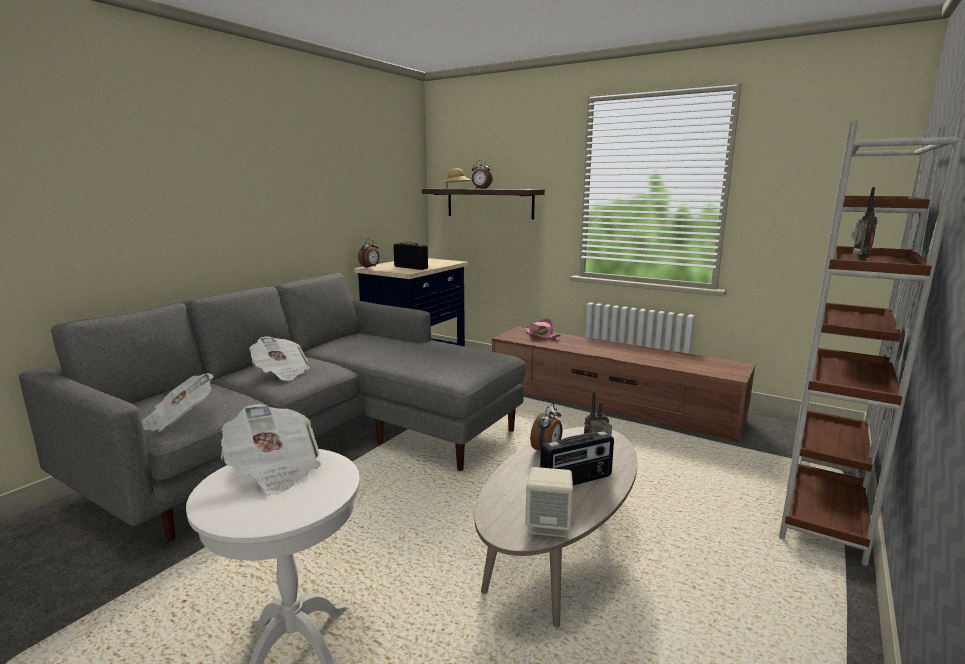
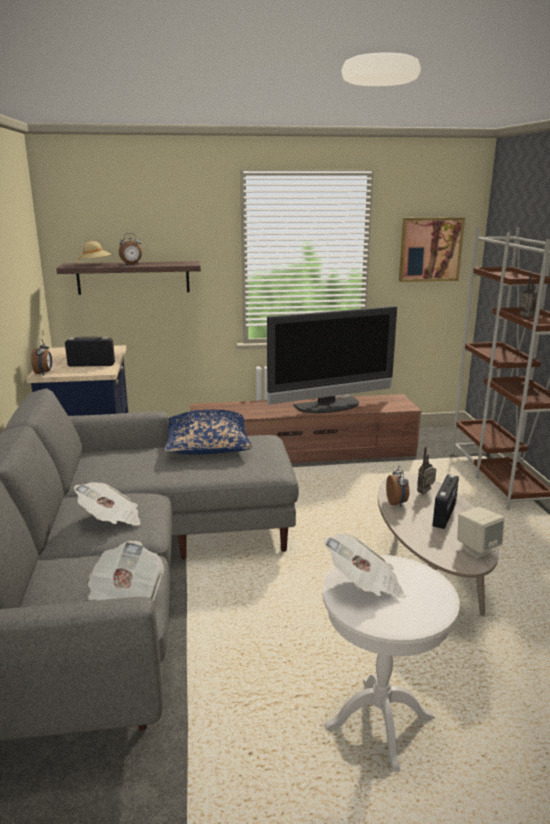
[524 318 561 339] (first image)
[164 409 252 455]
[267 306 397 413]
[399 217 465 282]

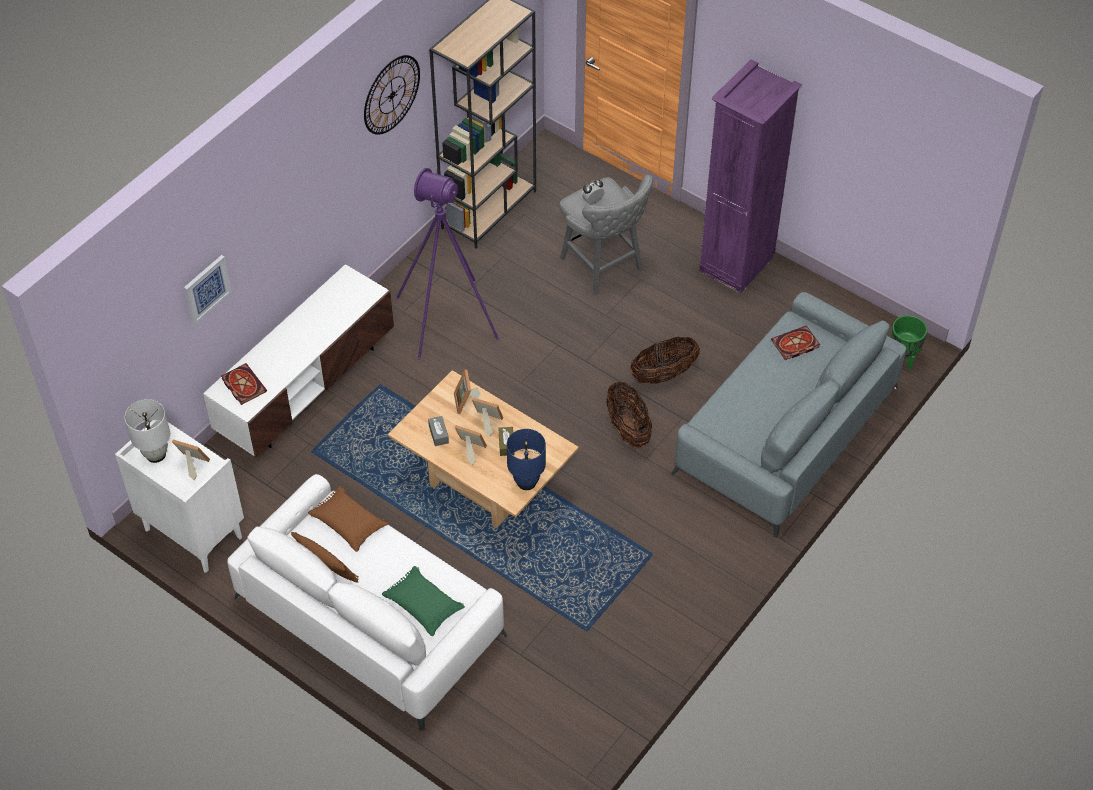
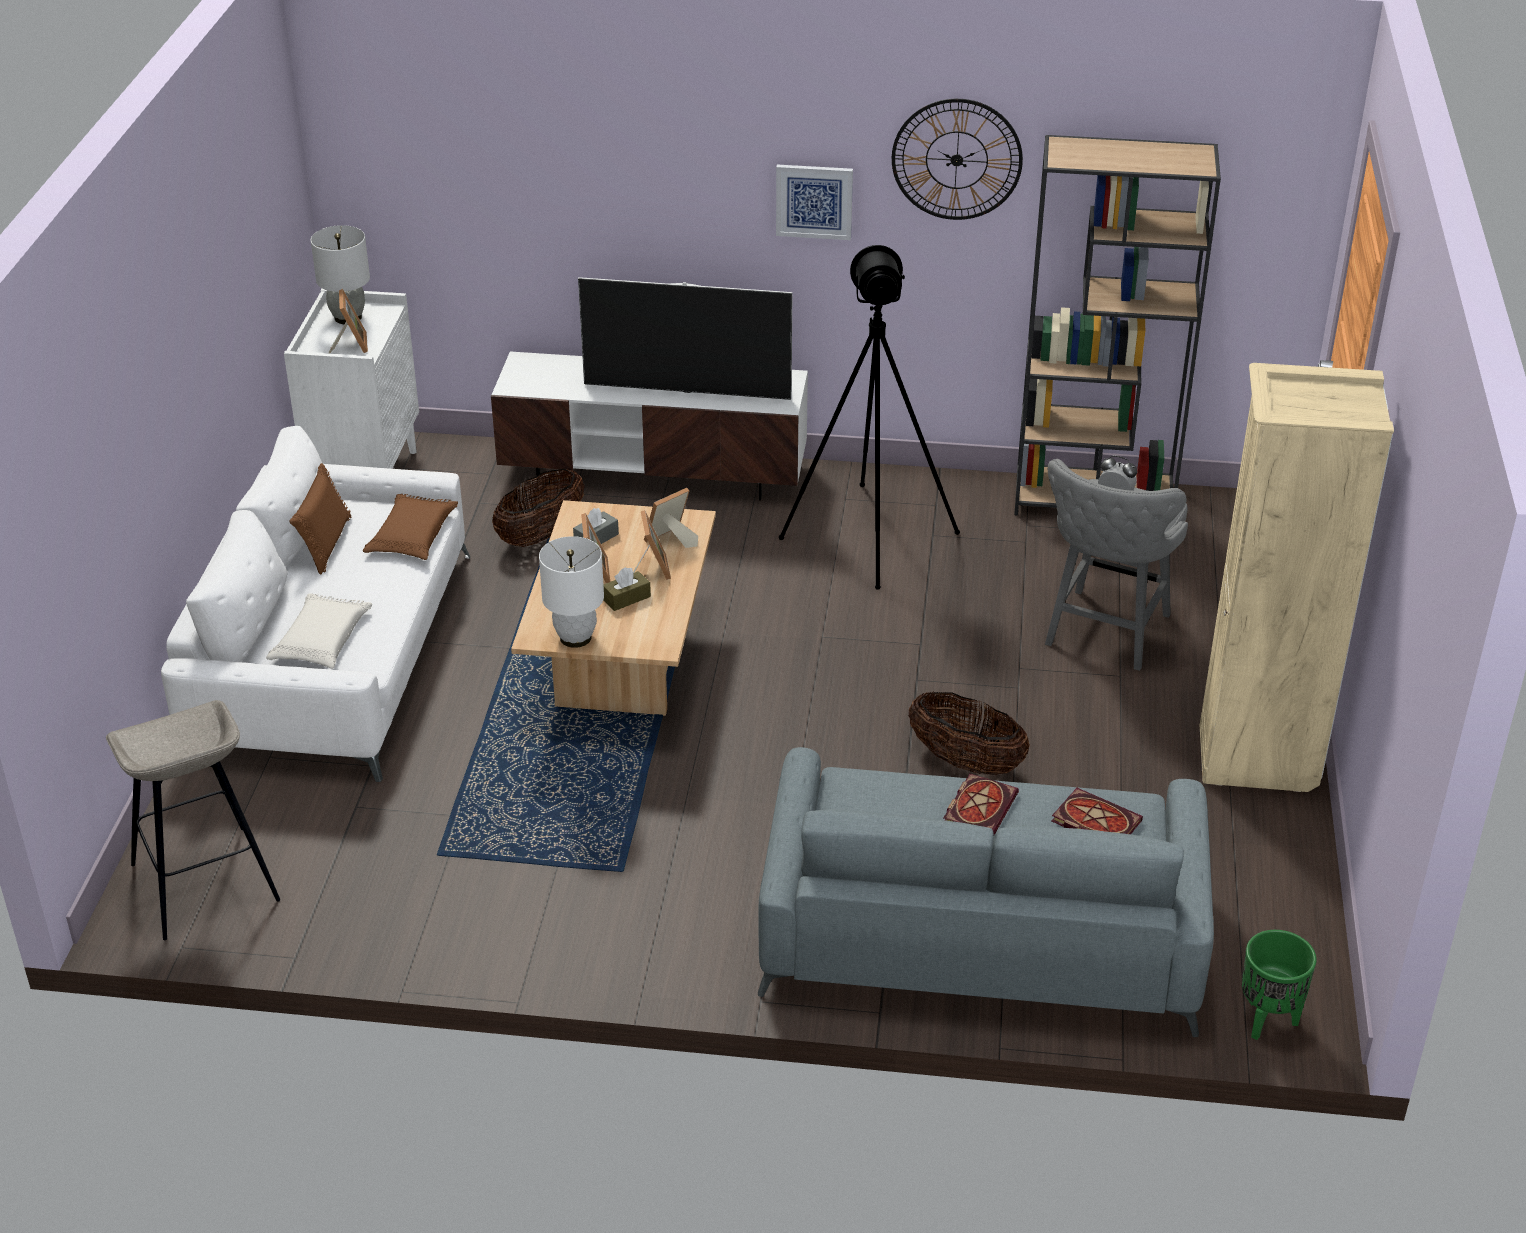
[106 700 280 940]
[578 277 792 400]
[776 165 853 240]
[944 774 1019 835]
[492 468 585 547]
[266 593 372 669]
[779 245 960 590]
[539 536 604 648]
[1200 363 1394 792]

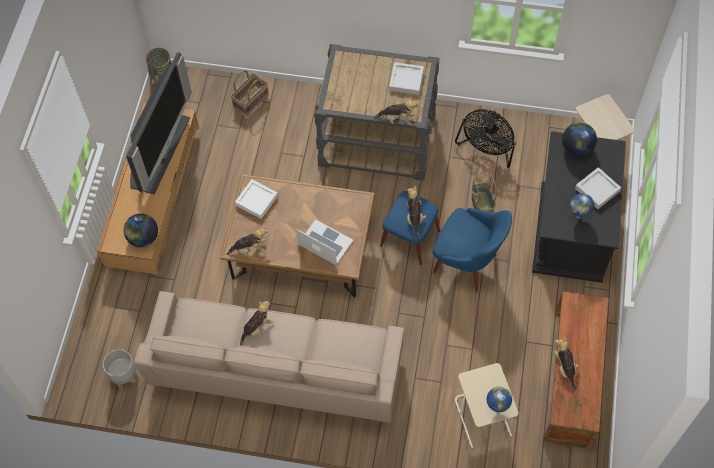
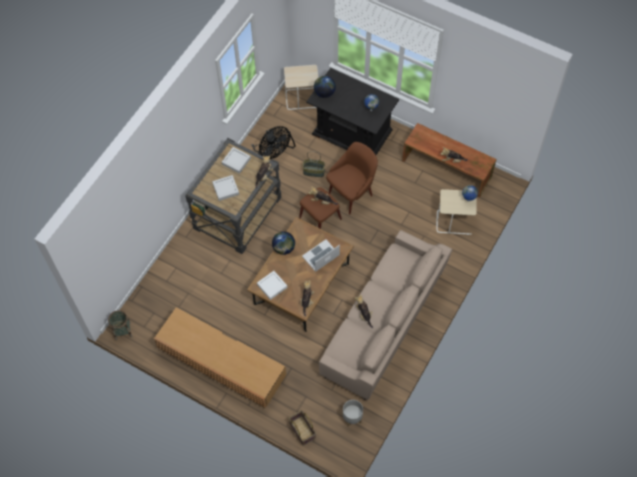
[126 52 192 195] (first image)
[272 231 295 255]
[288 410 316 446]
[212 175 239 201]
[299 142 378 229]

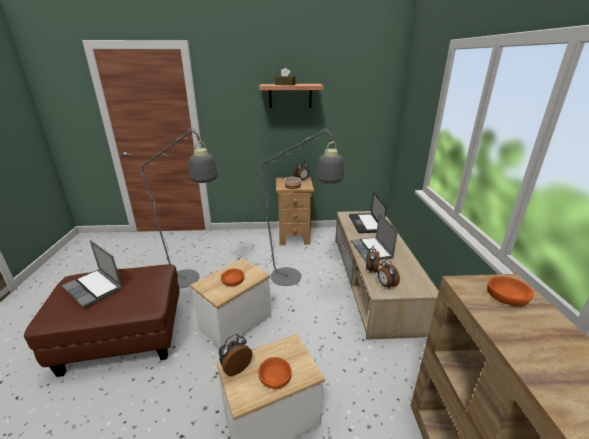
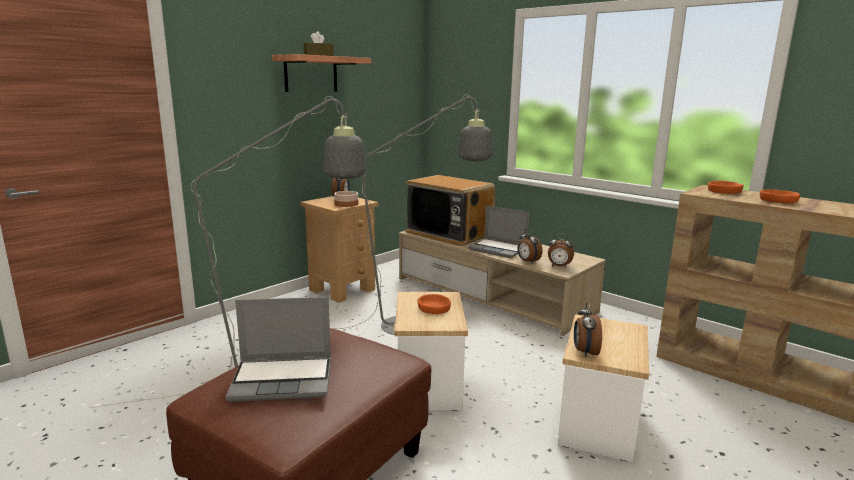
[760 190 800 203]
[405 175 495 246]

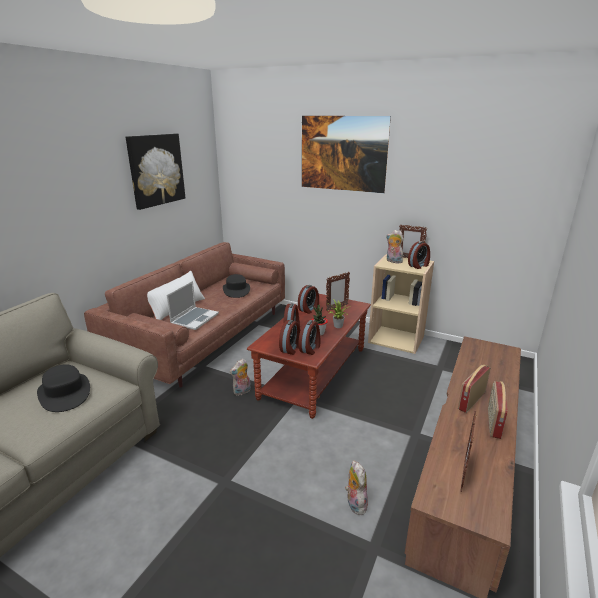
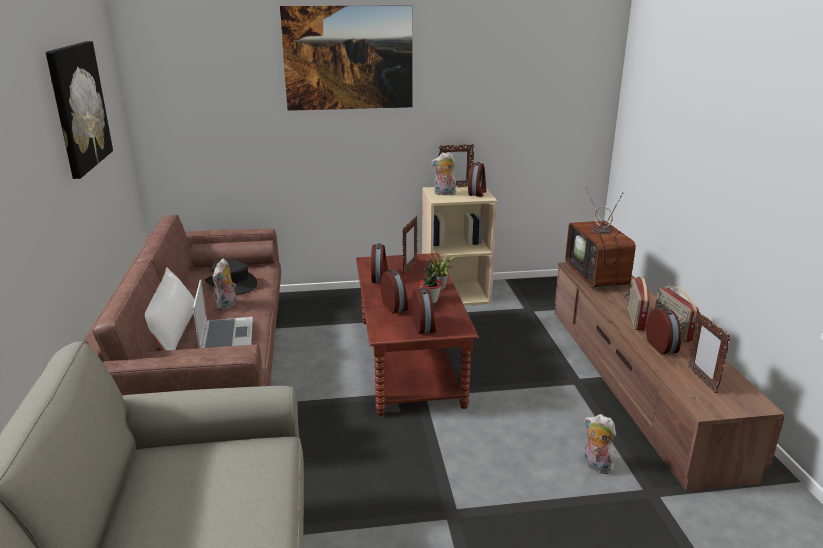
[37 364 90 412] (first image)
[565 188 636 297]
[212 258 237 310]
[646 307 681 354]

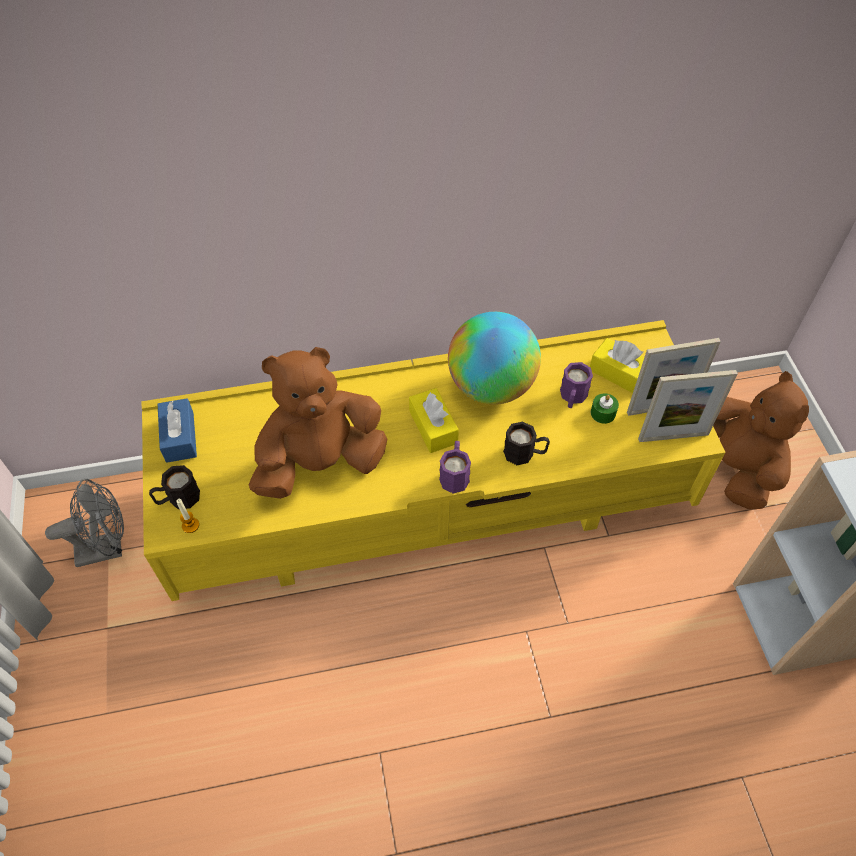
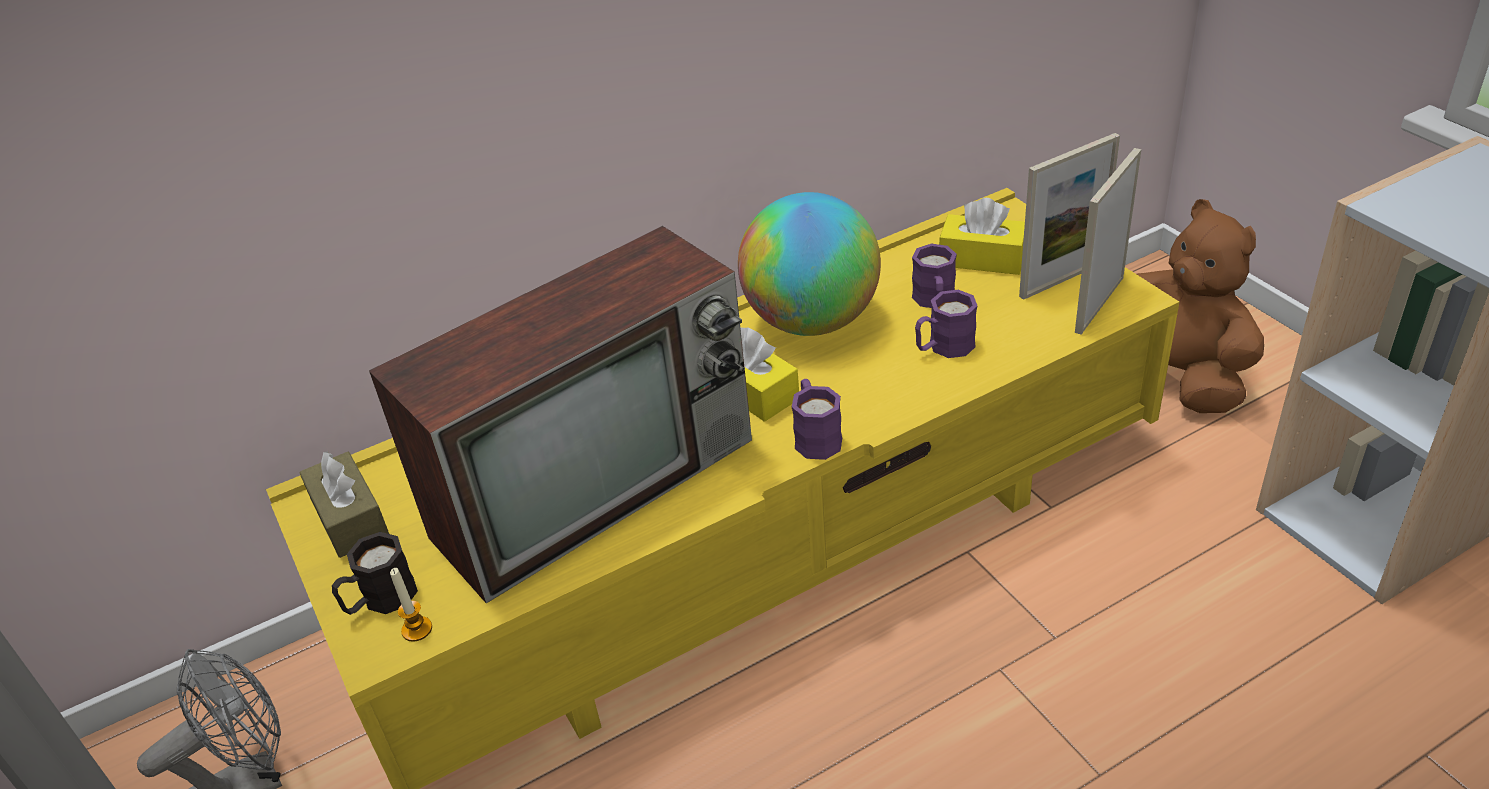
[503 422 550 465] (first image)
[591 393 619 424] (first image)
[915 290 977 358]
[369 226 752 604]
[299 451 389 558]
[1075 148 1142 335]

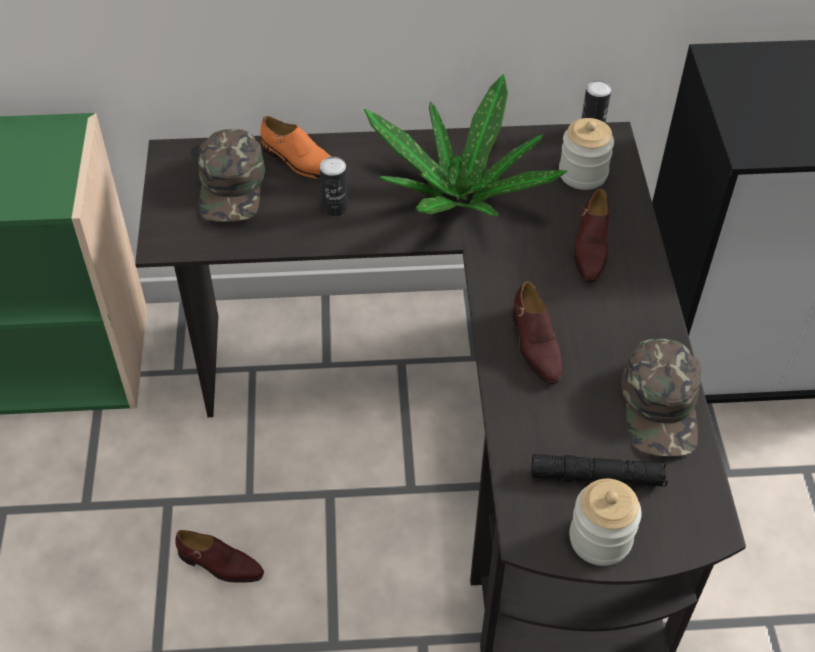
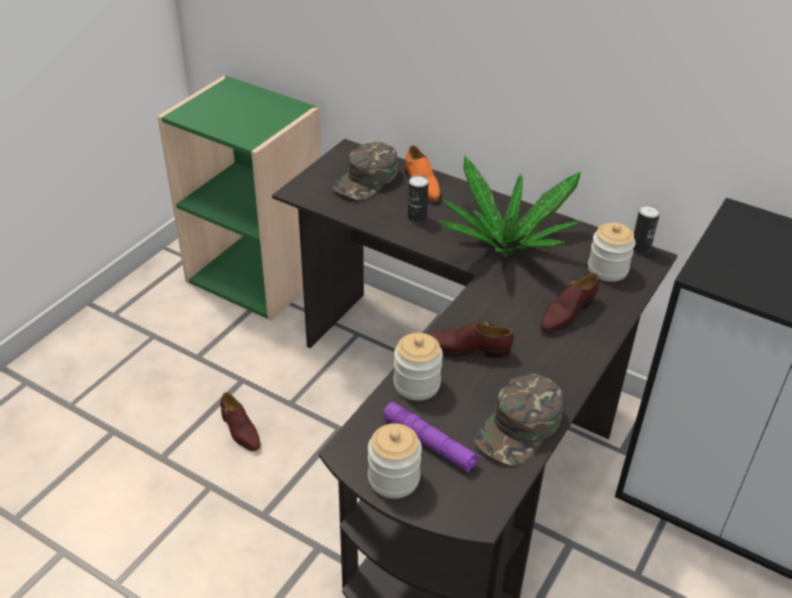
[394 333 443 401]
[383 402 481 473]
[431 322 514 358]

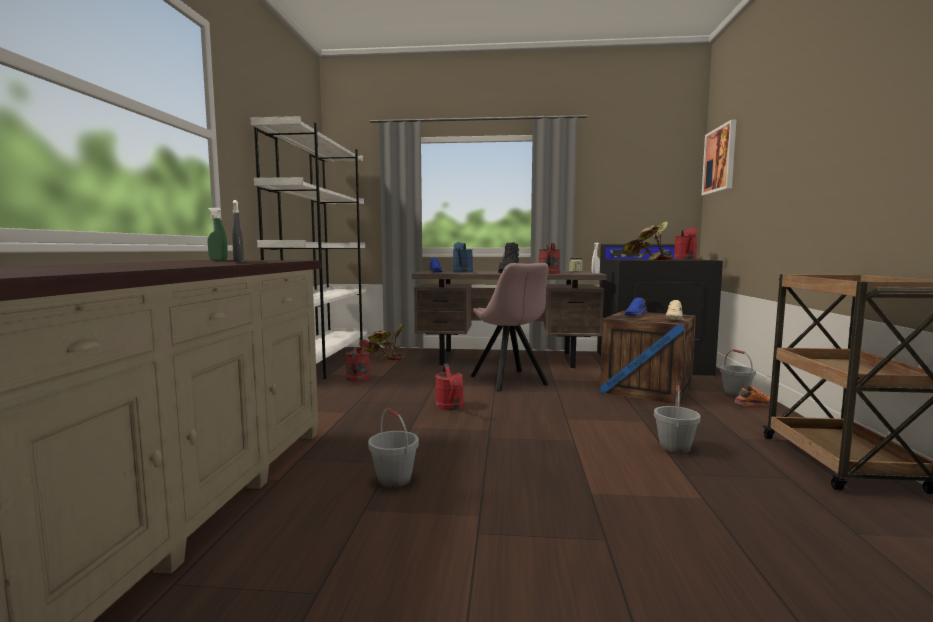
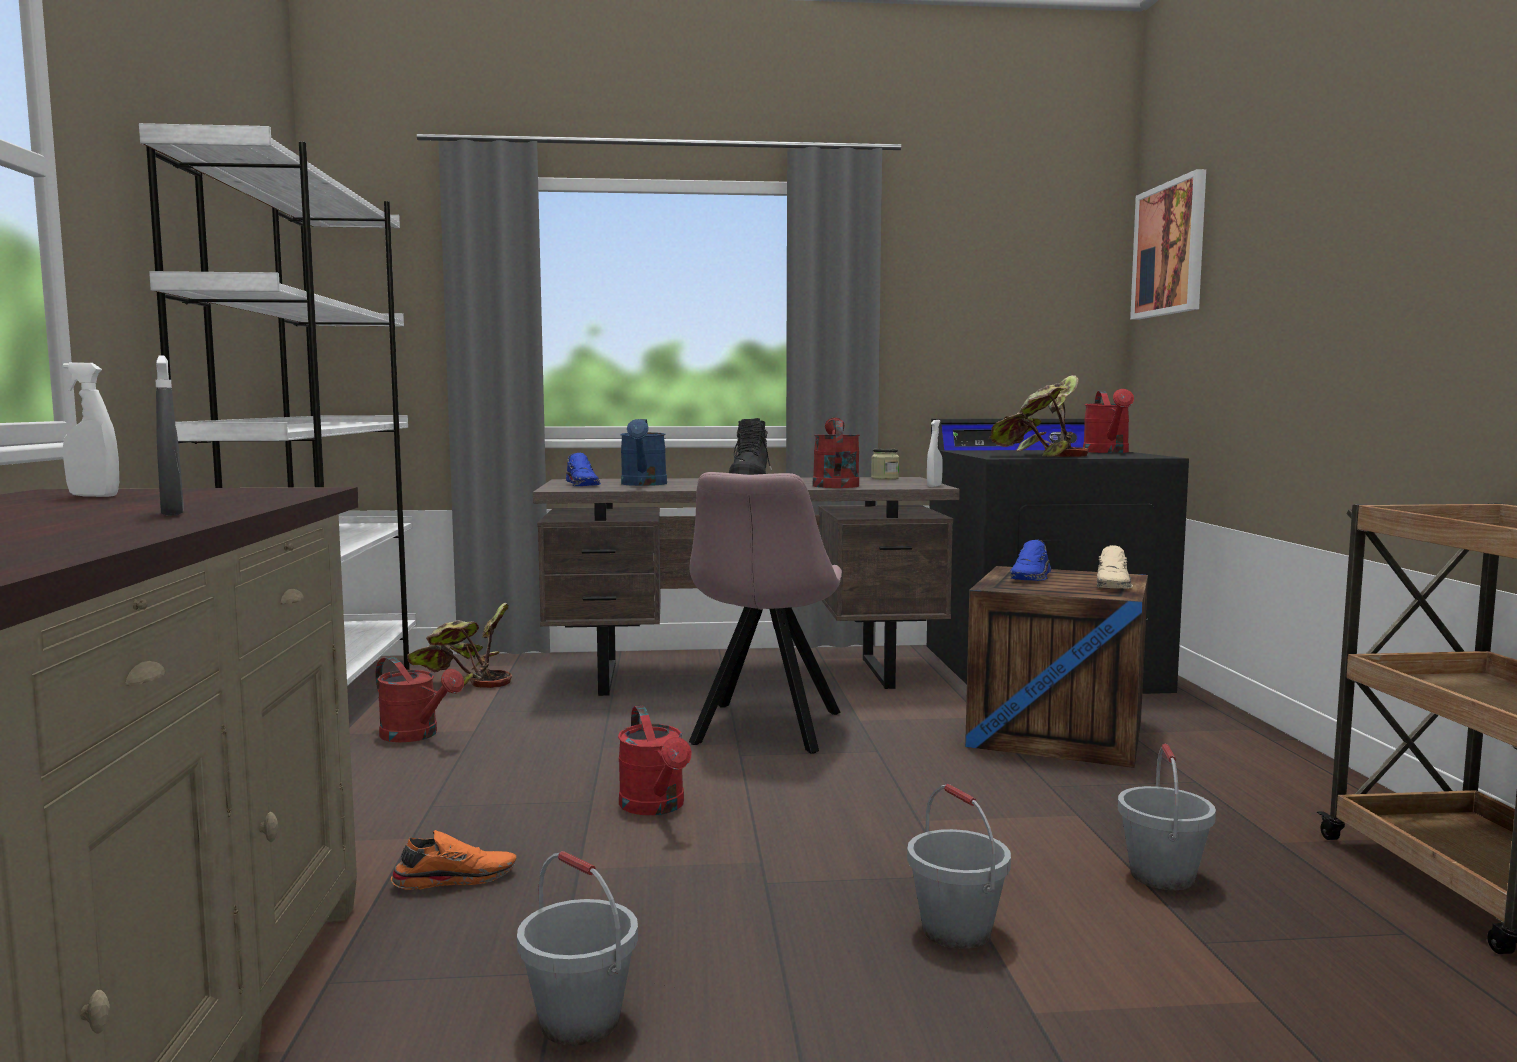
[907 784 1011 949]
[391 830 516 890]
[63 362 119 497]
[375 657 464 742]
[689 472 842 754]

